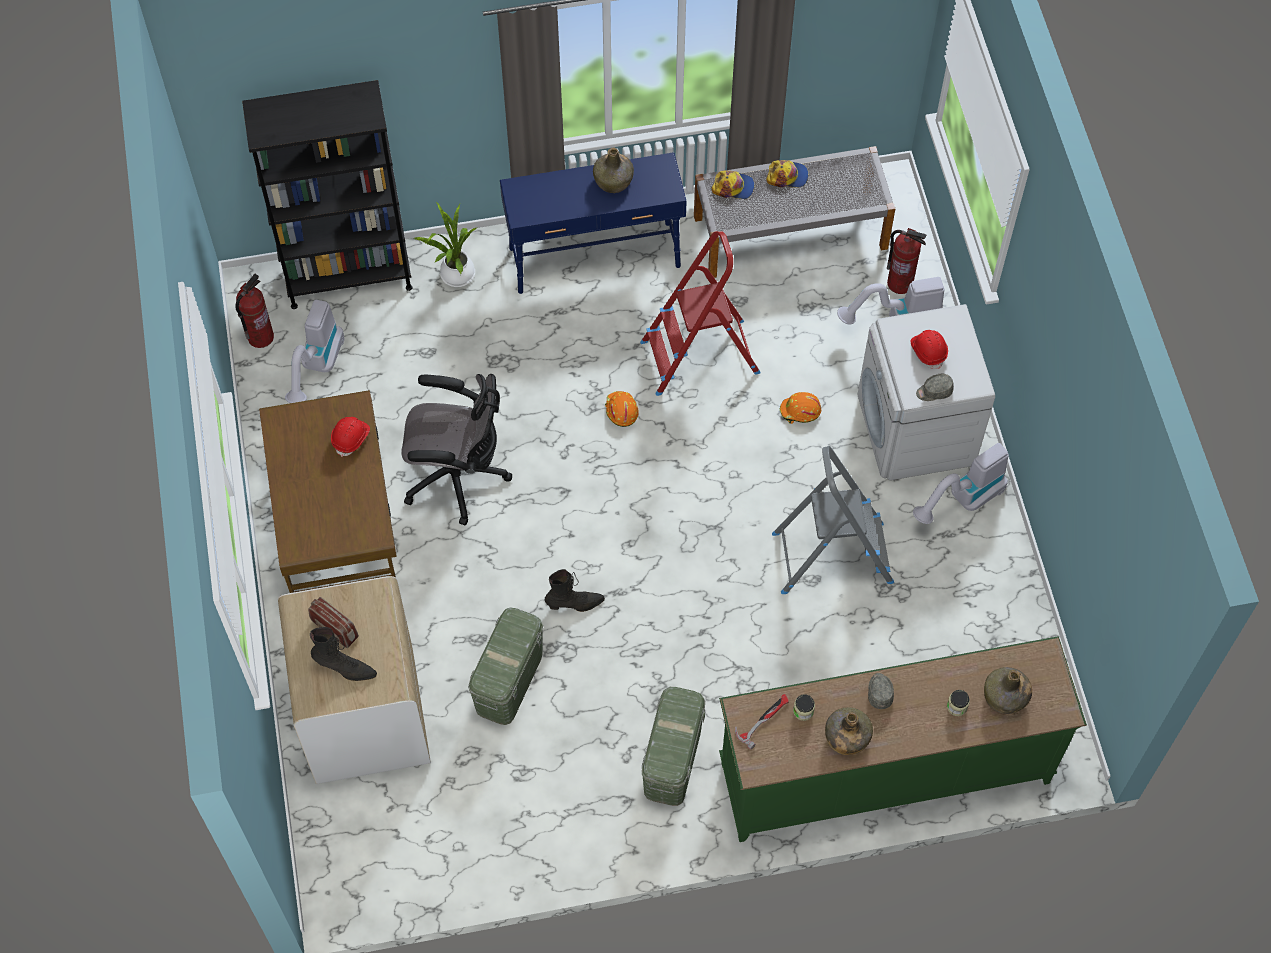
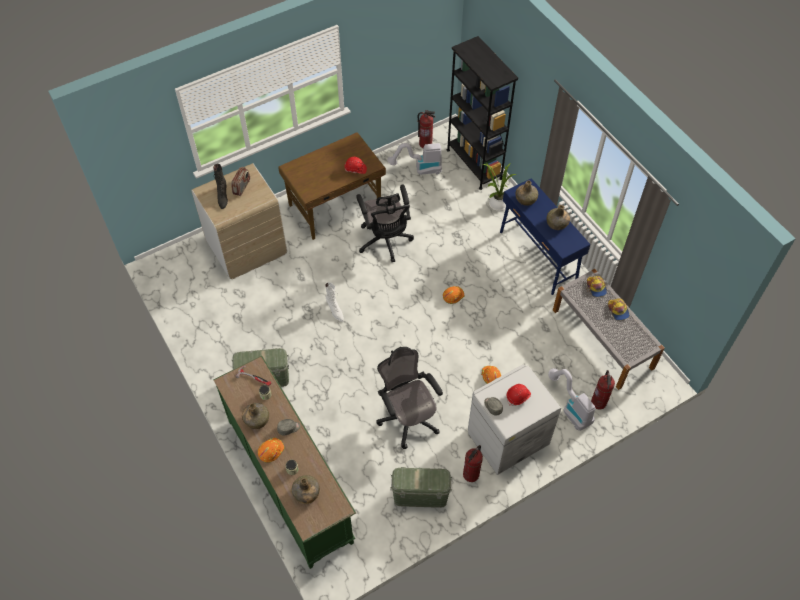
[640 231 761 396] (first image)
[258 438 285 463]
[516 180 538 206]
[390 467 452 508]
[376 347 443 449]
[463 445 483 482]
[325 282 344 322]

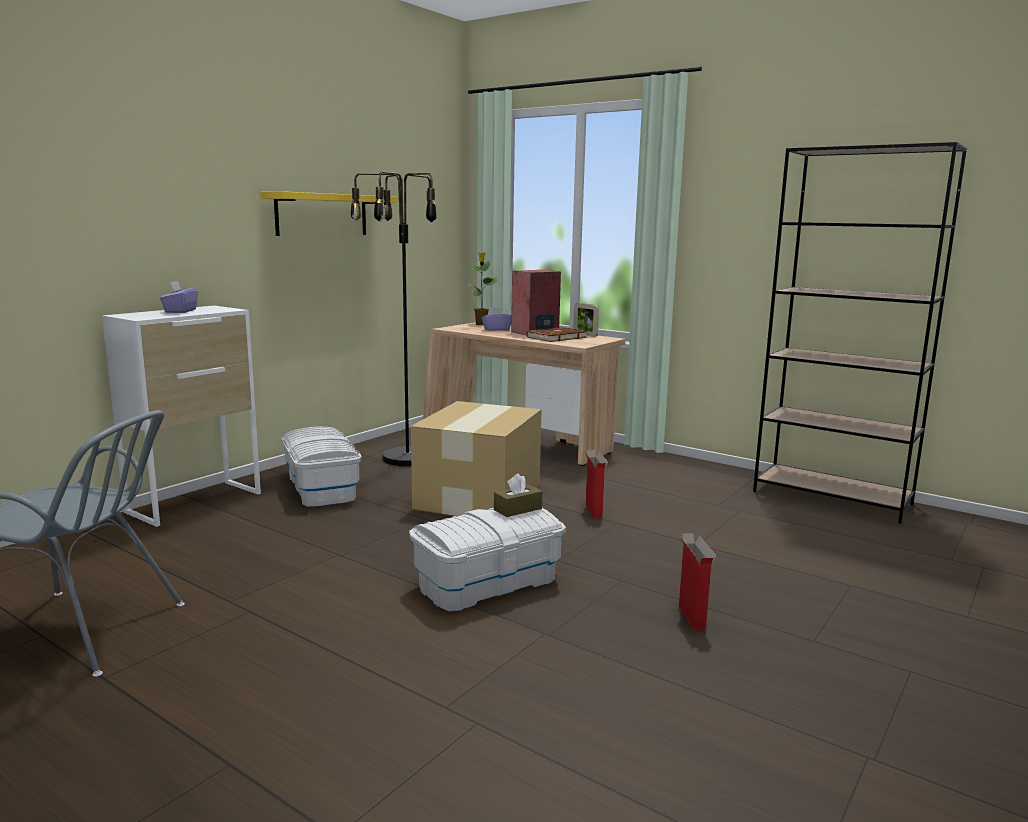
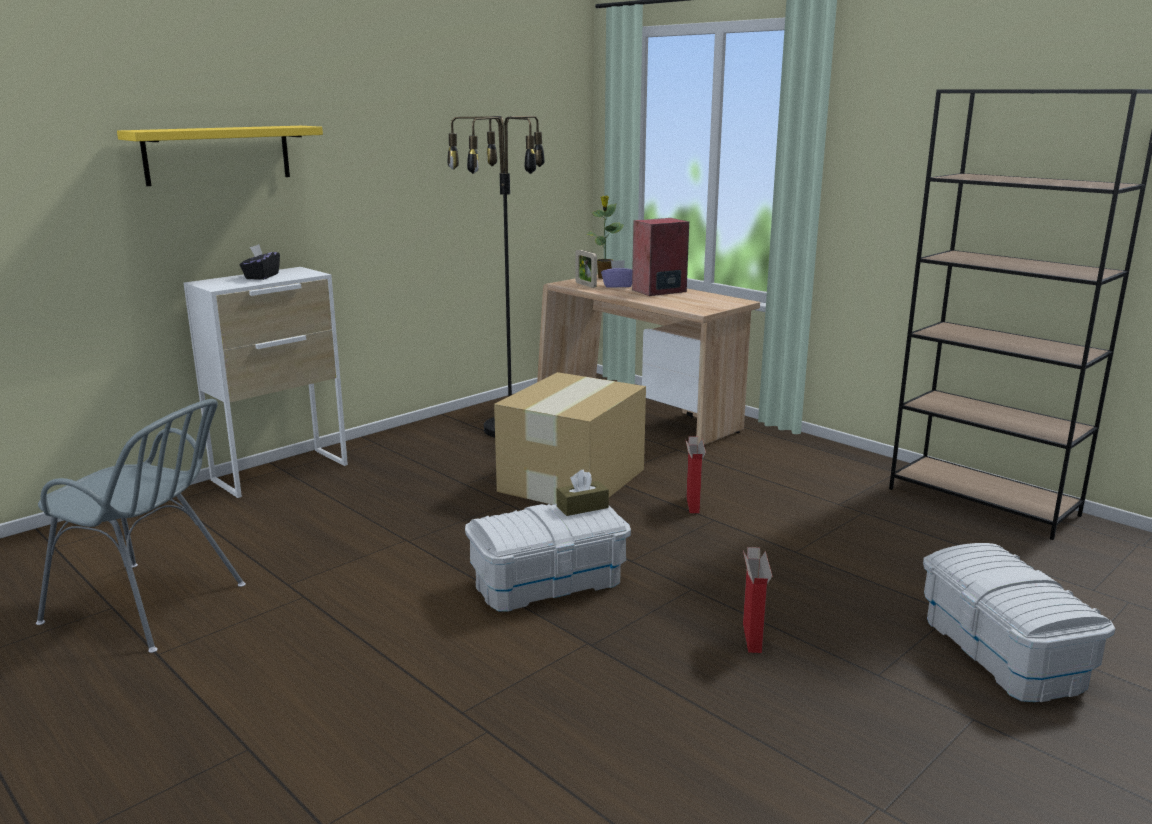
[527 327 587 342] (first image)
[117 126 323 186]
[923 543 1115 702]
[575 250 597 288]
[240 244 280 280]

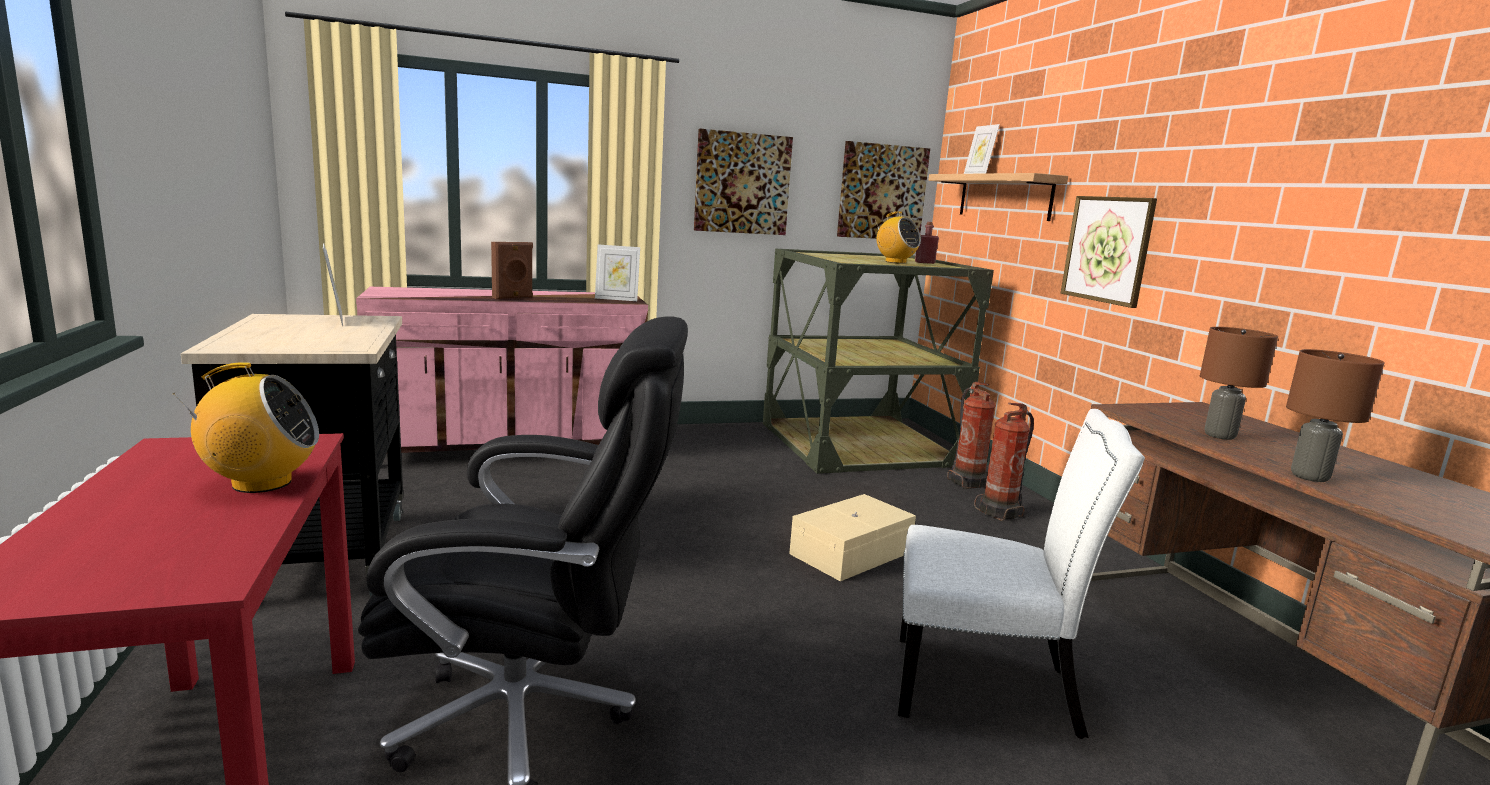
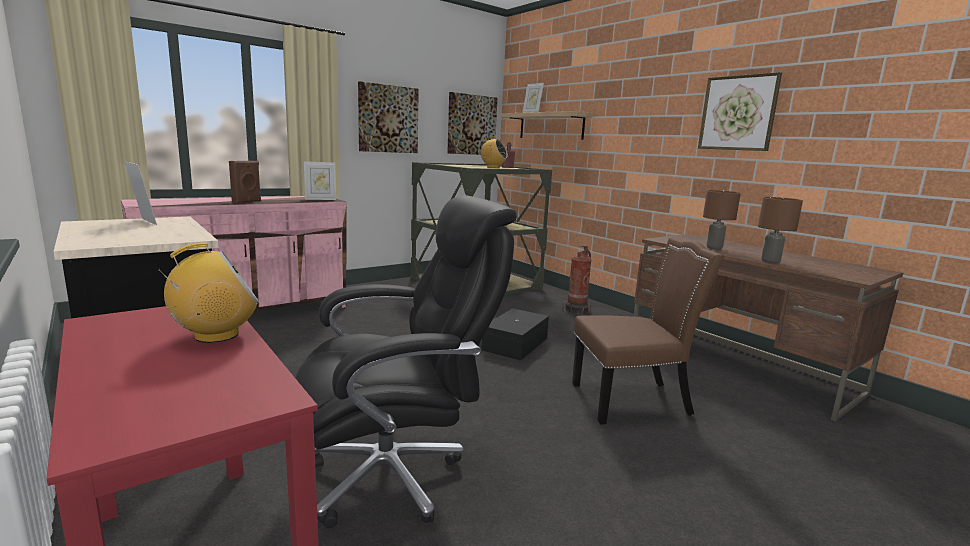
[947 382 996 489] (first image)
[698 72 782 151]
[481 308 549 360]
[572 237 724 424]

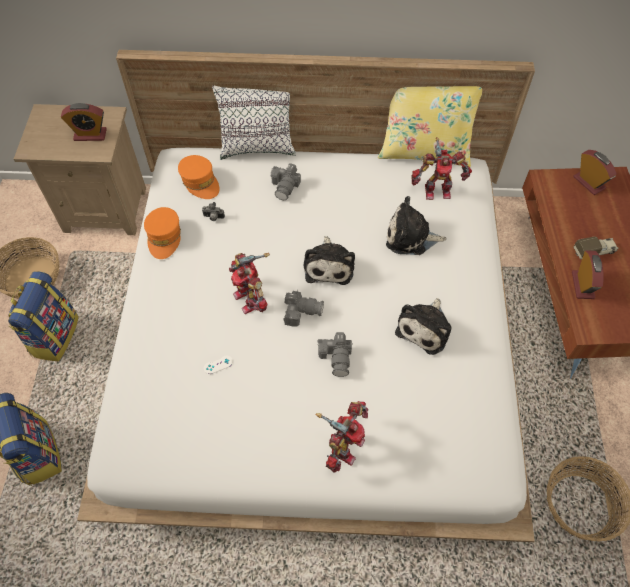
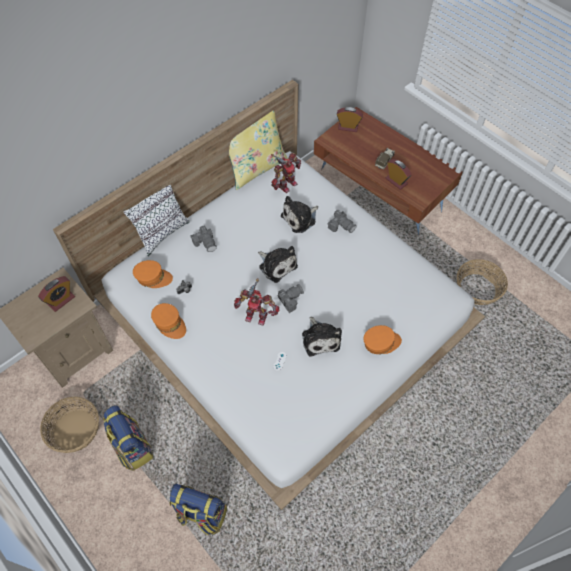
[328 209 357 233]
[302 317 342 357]
[364 325 402 354]

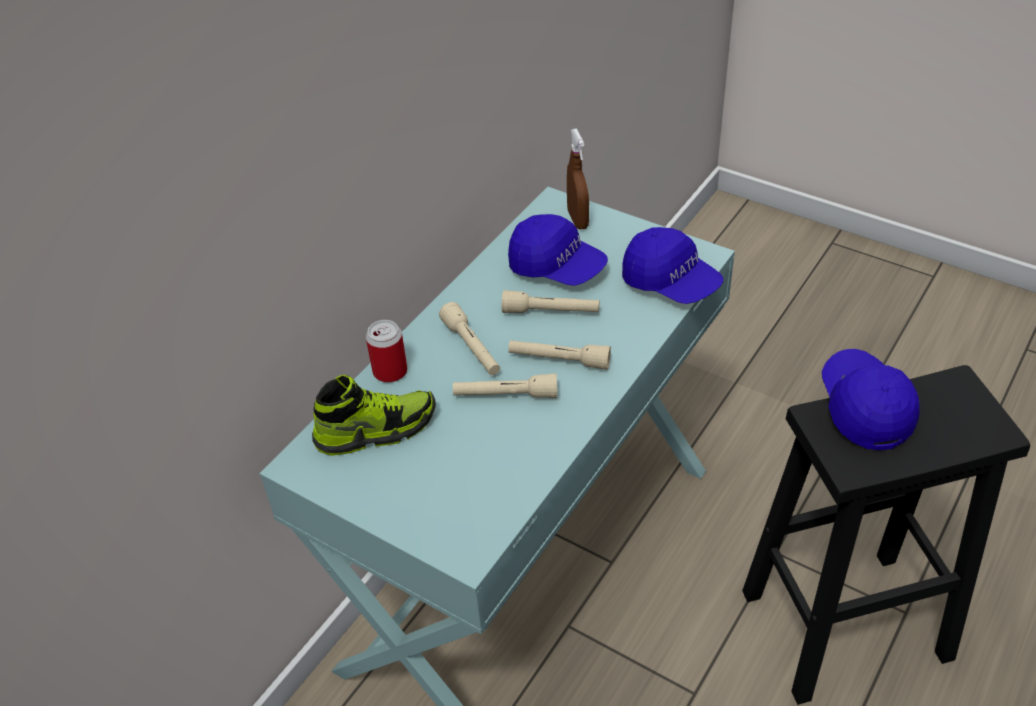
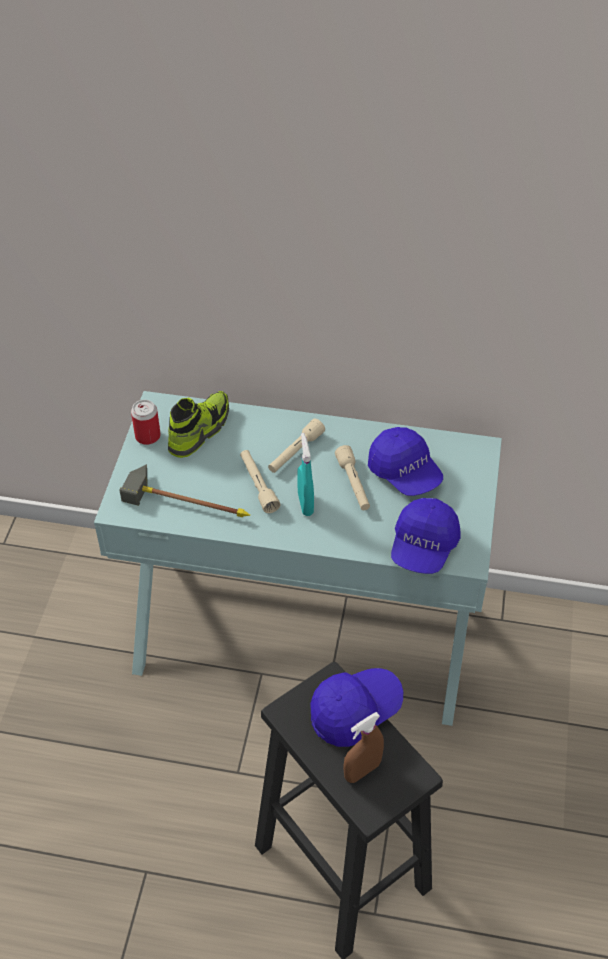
[119 464 250 517]
[131 400 161 445]
[343 712 384 783]
[297 433 314 516]
[168 391 229 458]
[368 427 443 496]

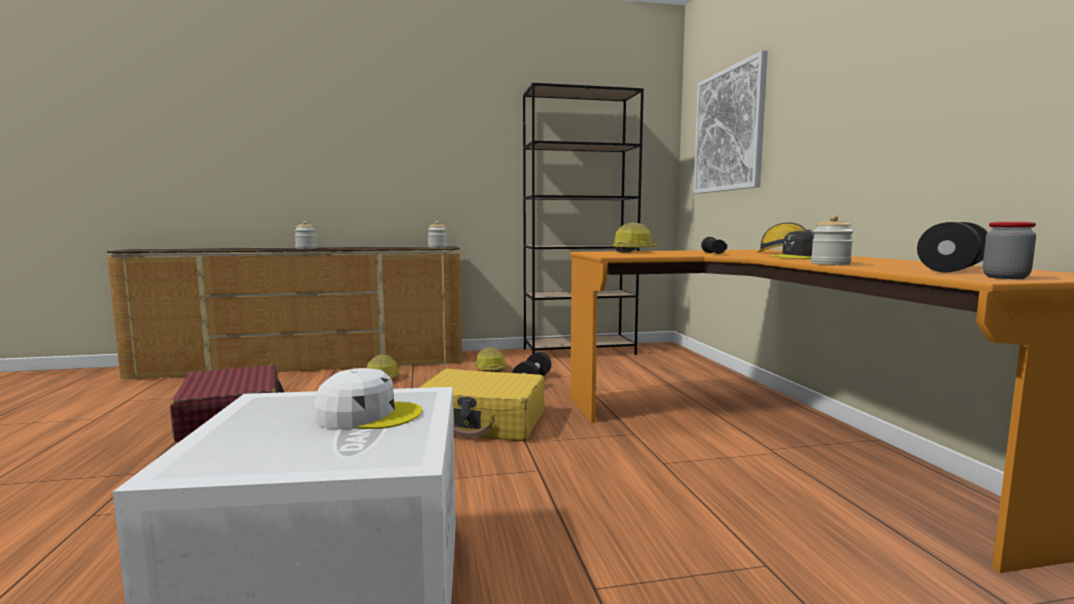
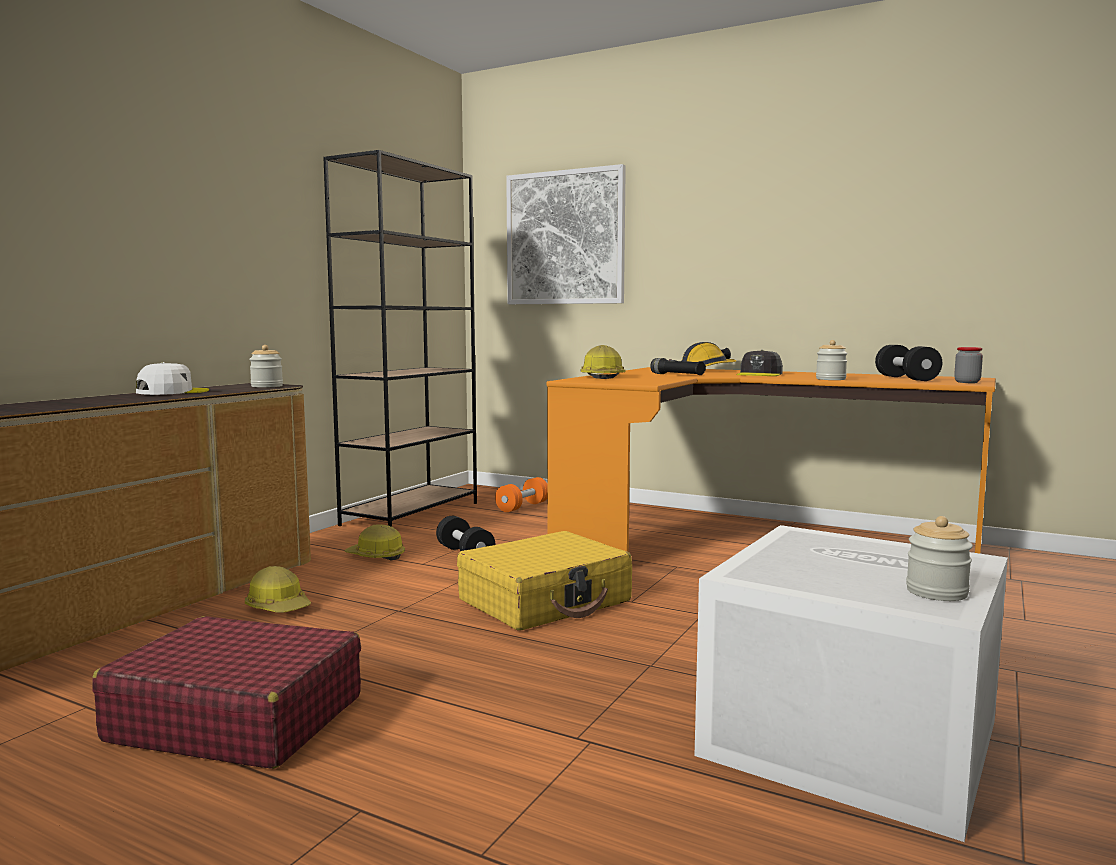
[495 477 547 512]
[906 516 973 601]
[136 362 209 395]

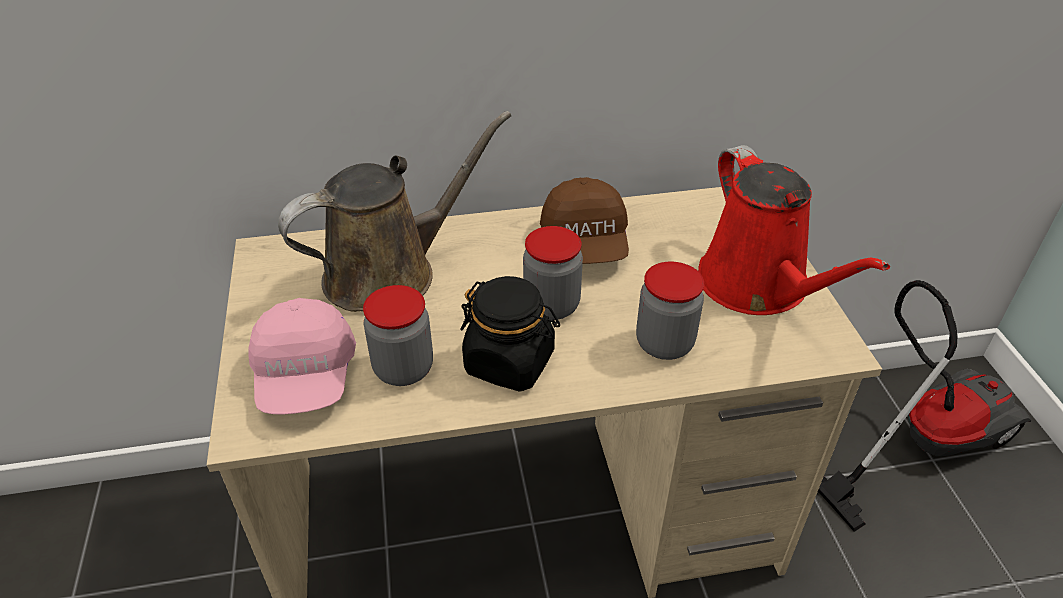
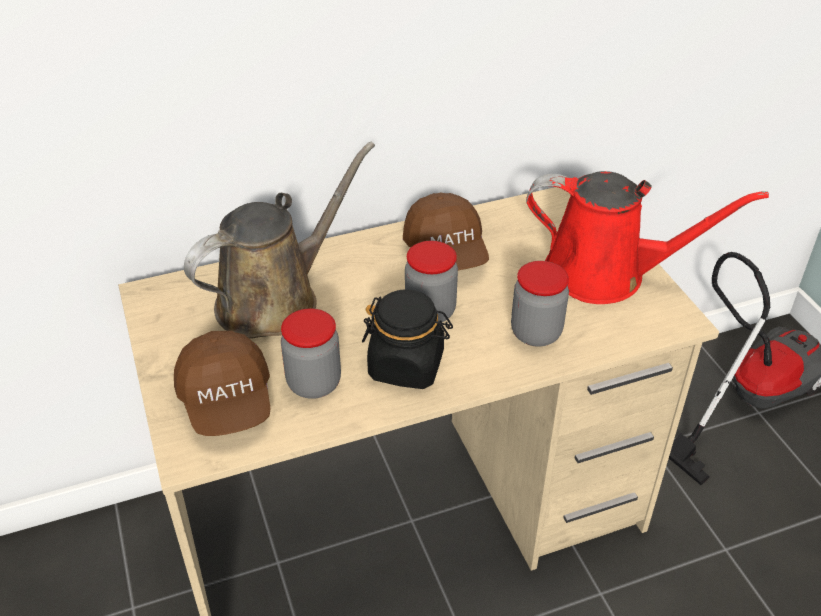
[174 331 271 436]
[526 171 769 304]

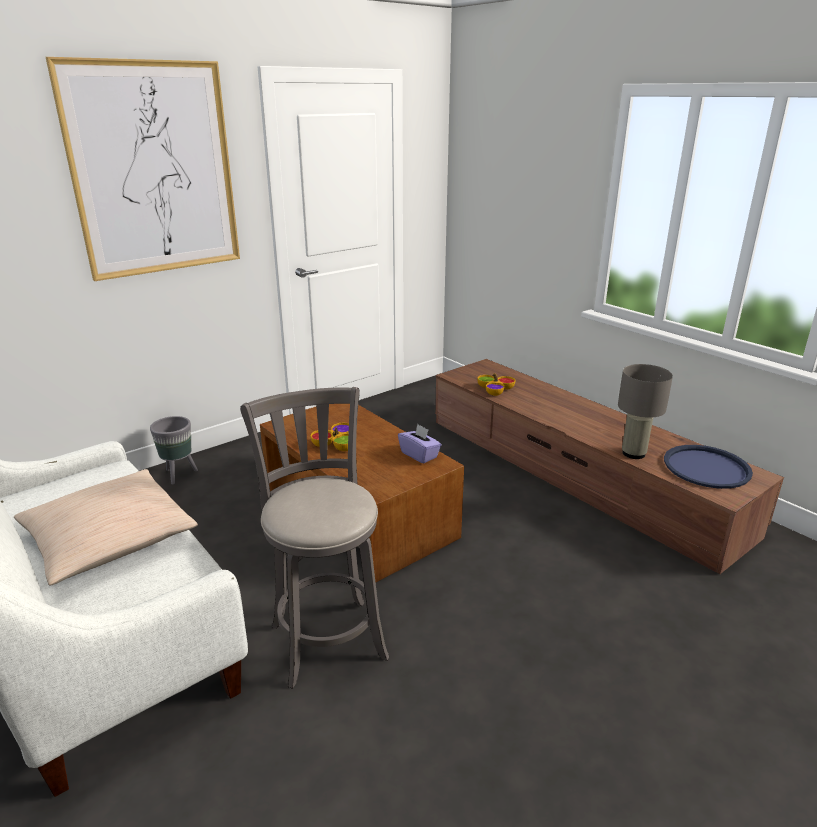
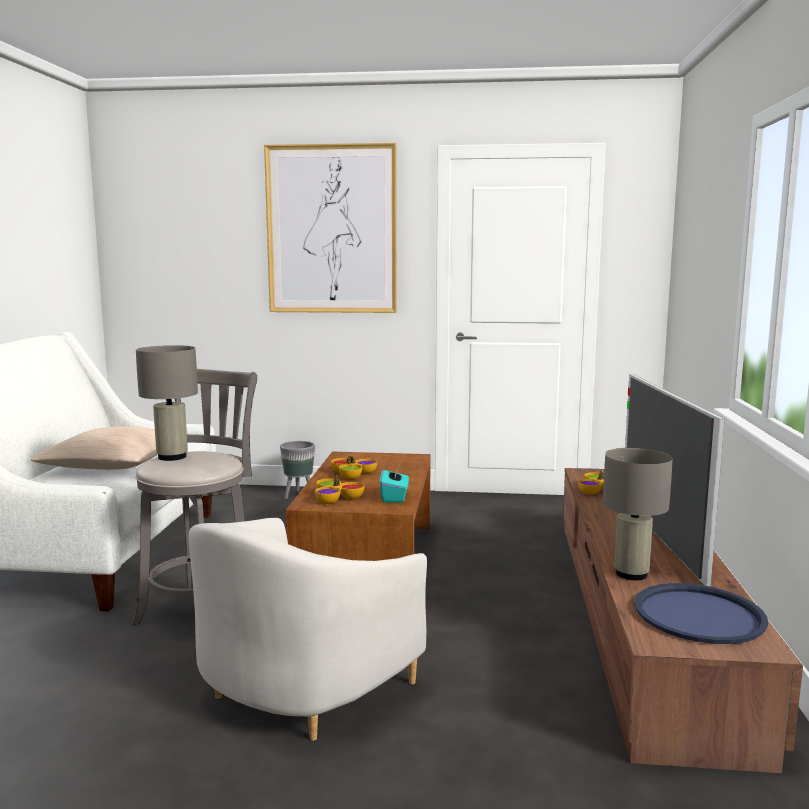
[136 345 198 461]
[189 518 427 741]
[315 476 365 504]
[625 374 725 587]
[380 464 409 503]

